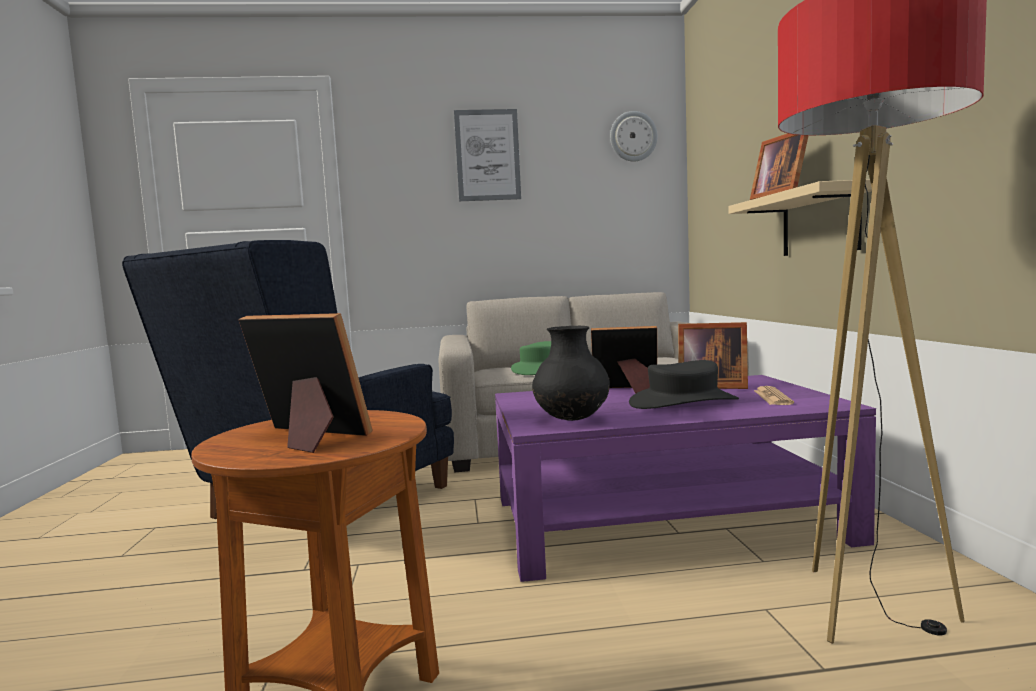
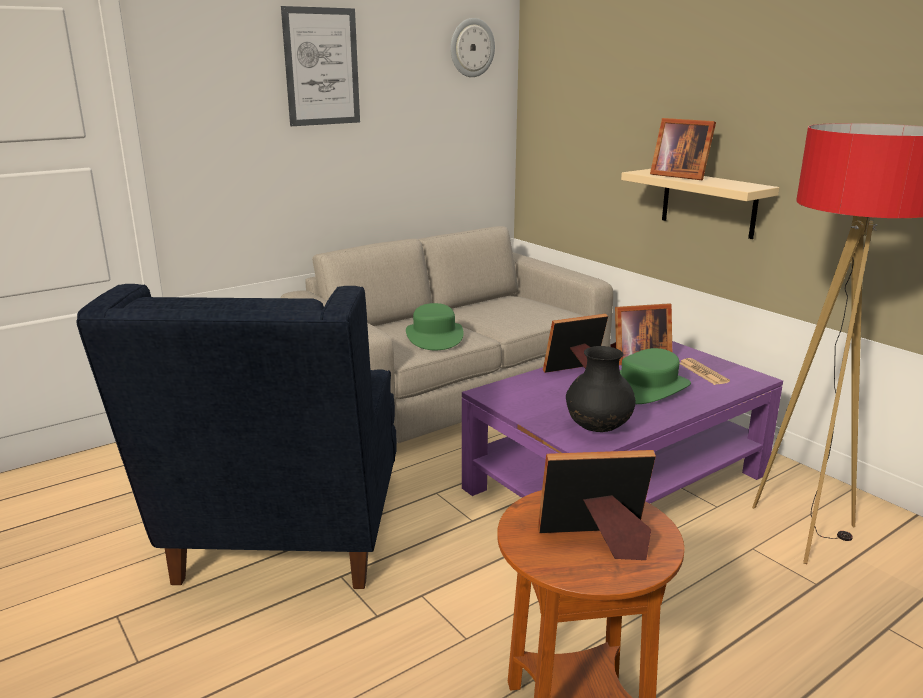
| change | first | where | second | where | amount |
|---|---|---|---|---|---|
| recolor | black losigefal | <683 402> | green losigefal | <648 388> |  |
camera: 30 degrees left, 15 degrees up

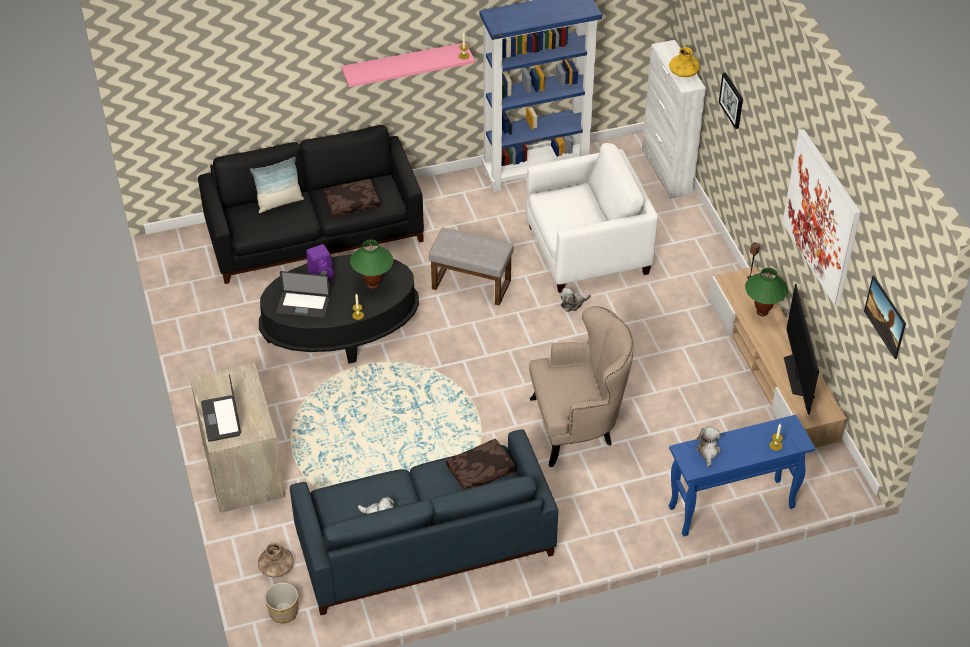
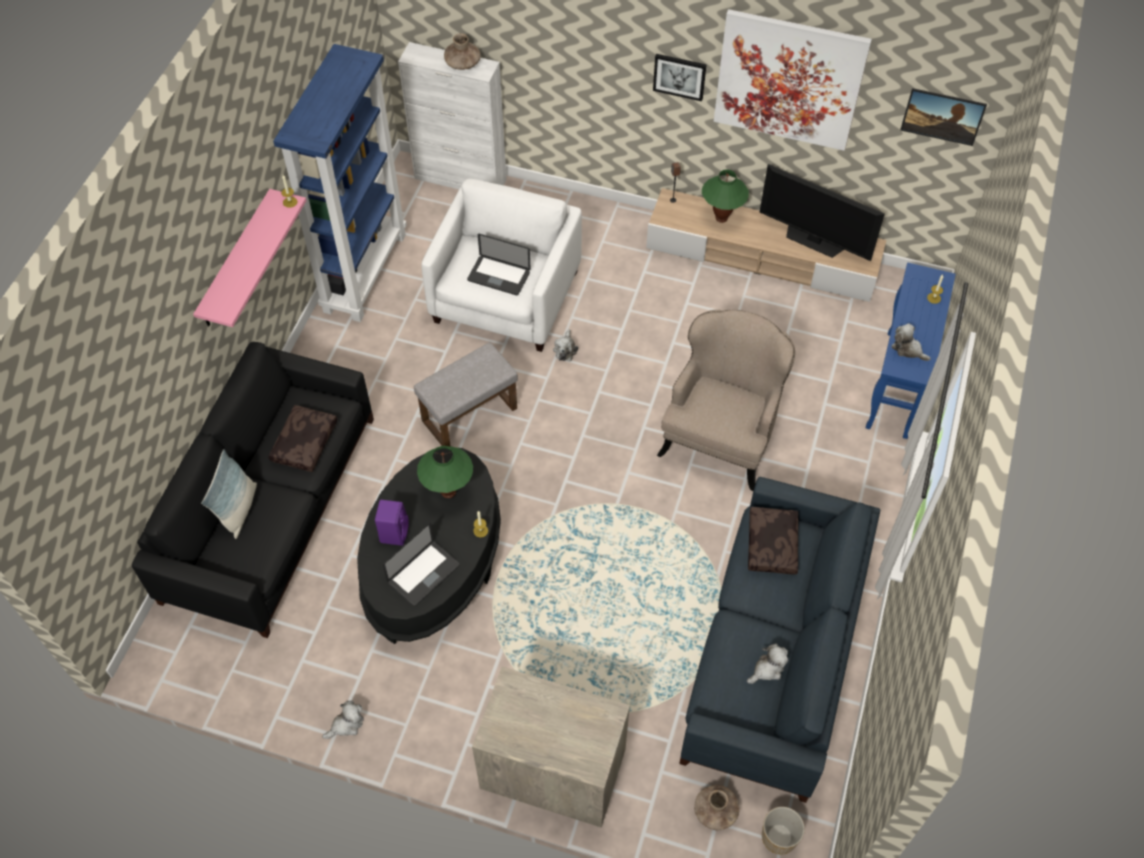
| change | first | where | second | where | amount |
|---|---|---|---|---|---|
| recolor | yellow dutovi | <683 72> | brown dutovi | <463 63> |  |
| move | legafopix | <732 100> |  | <679 76> |  |
| move | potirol | <221 419> |  | <498 276> |  |
| insert |  |  | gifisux | <346 724> |  |
camera: 55 degrees left, 10 degrees up

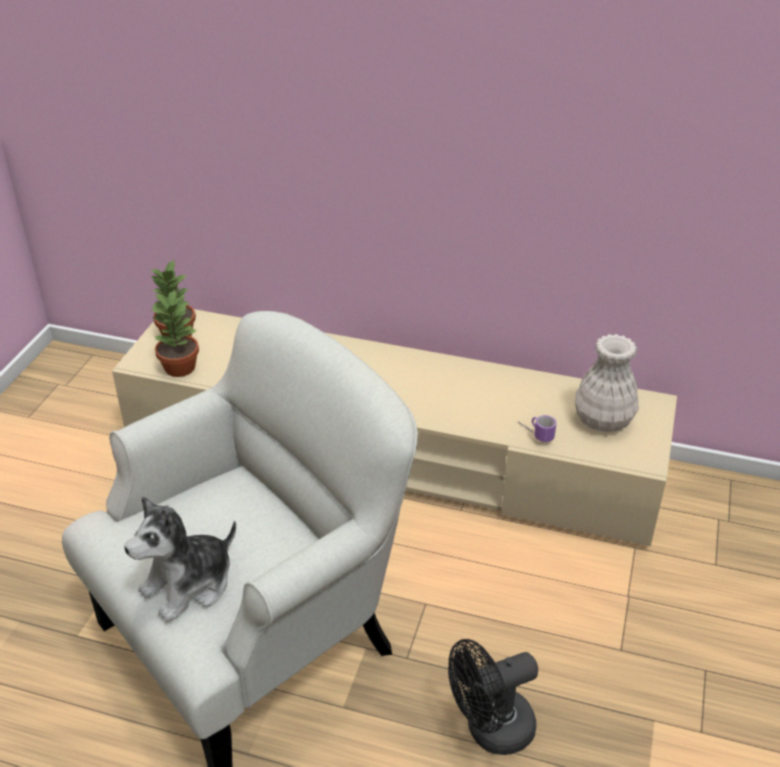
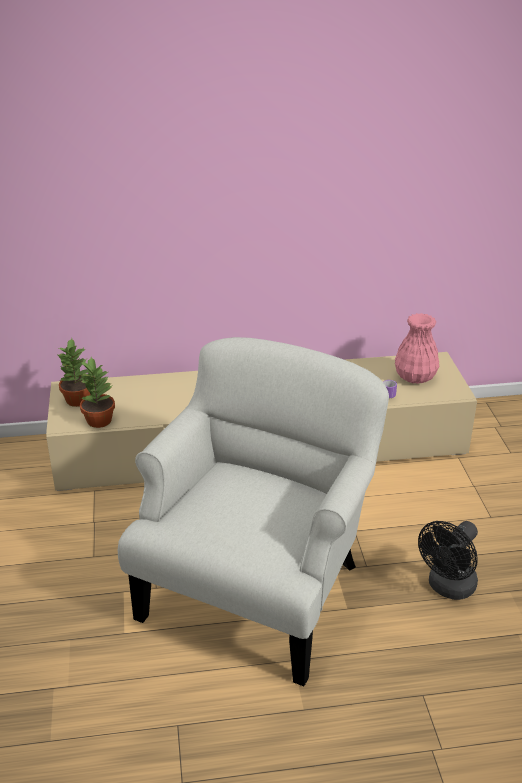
| change | first | where | second | where | amount |
|---|---|---|---|---|---|
| recolor | white dutovi | <603 420> | pink dutovi | <415 377> |  |
| delete | gifisux | <189 585> |  |  |  |
camera: 25 degrees left, 5 degrees down

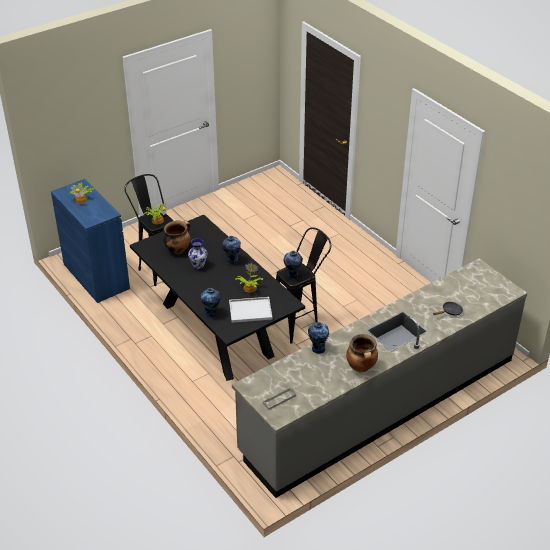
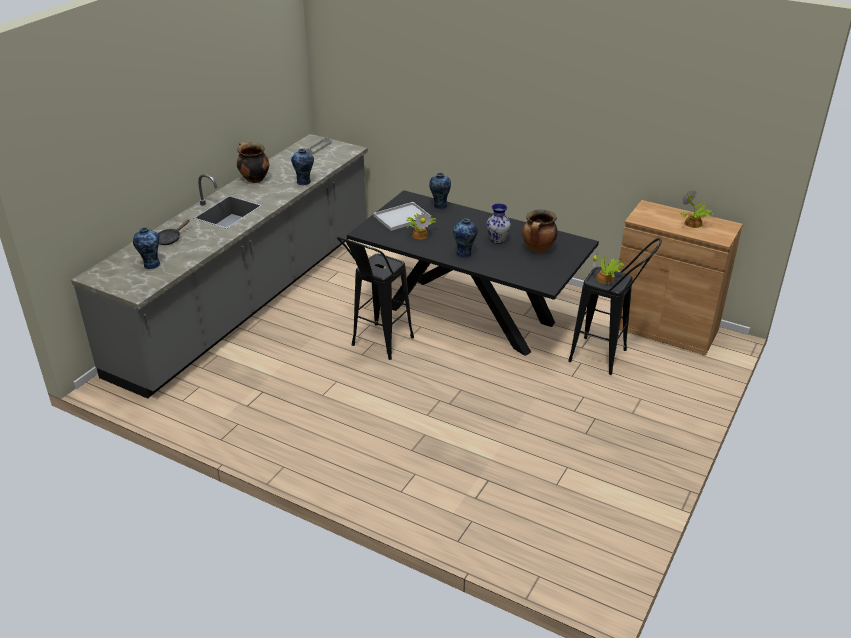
| change | first | where | second | where | amount |
|---|---|---|---|---|---|
| recolor | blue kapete | <96 276> | brown kapete | <664 328> |  |
| move | dutovi | <292 276> |  | <151 264> |  |
camera: 155 degrees right, 5 degrees down

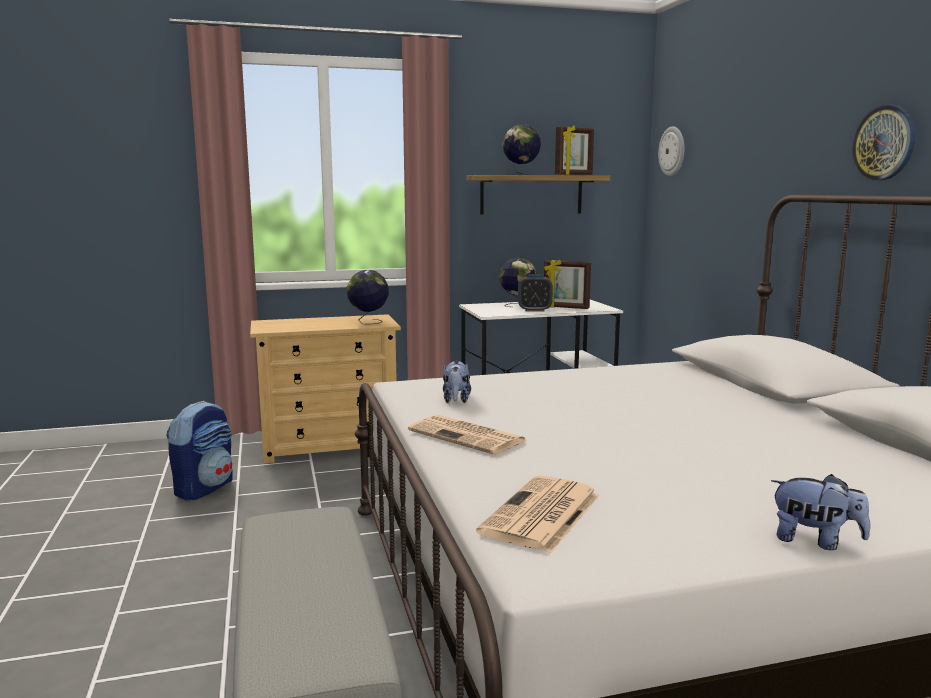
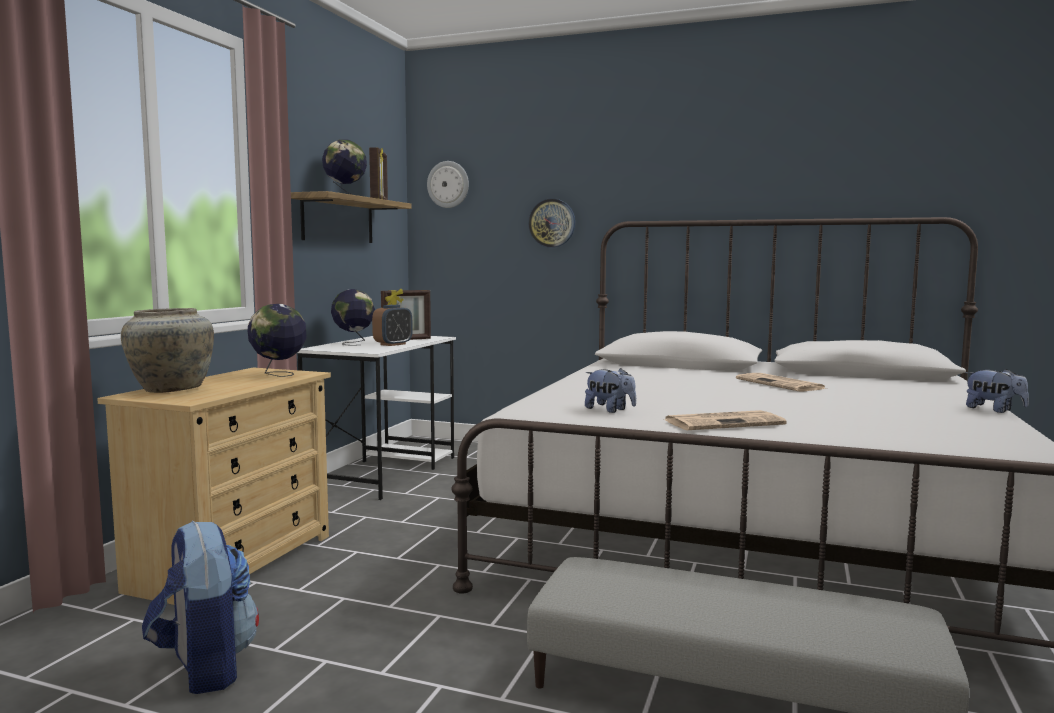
| change | first | where | second | where | amount |
|---|---|---|---|---|---|
| move | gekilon | <884 143> |  | <552 223> |  |
| rotate | gifisux | <815 541> |  | <994 410> | 75 degrees clockwise |
| move | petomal | <542 515> |  | <781 384> |  |
| insert |  |  | beige dutovi | <171 389> |  |
camera: 55 degrees left, 5 degrees down

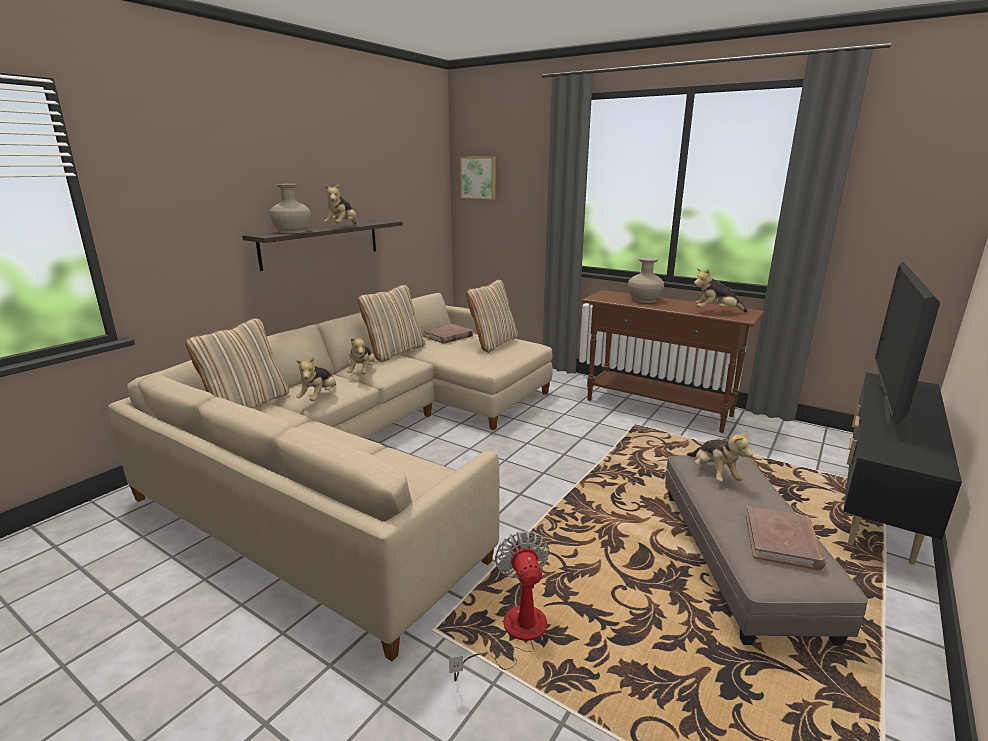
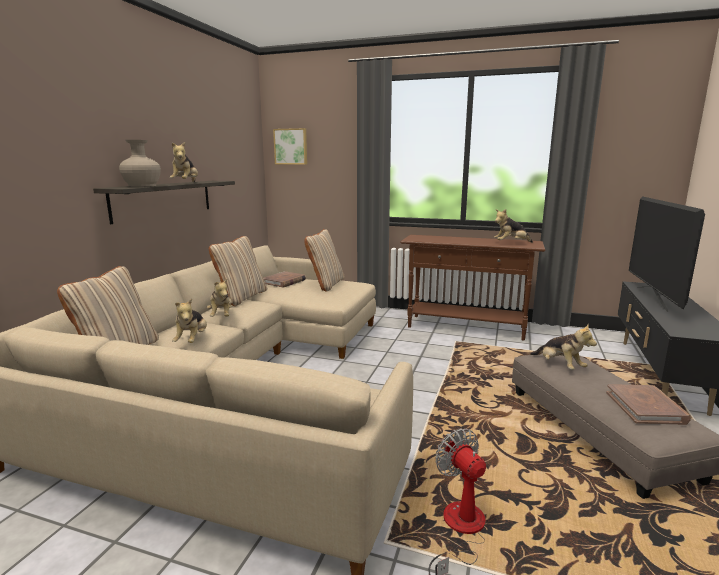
| change | first | where | second | where | amount |
|---|---|---|---|---|---|
| delete | beige dutovi | <644 300> |  |  |  |
camera: 15 degrees left, 5 degrees down

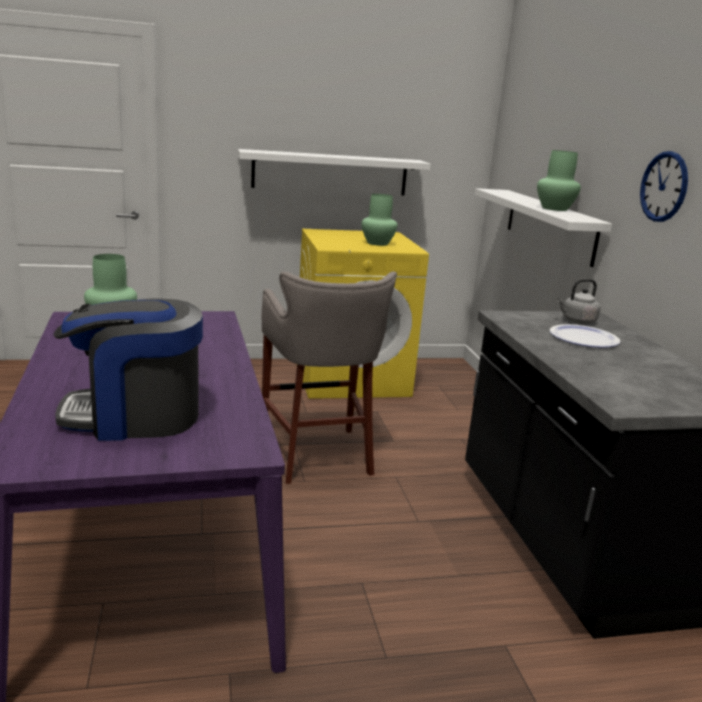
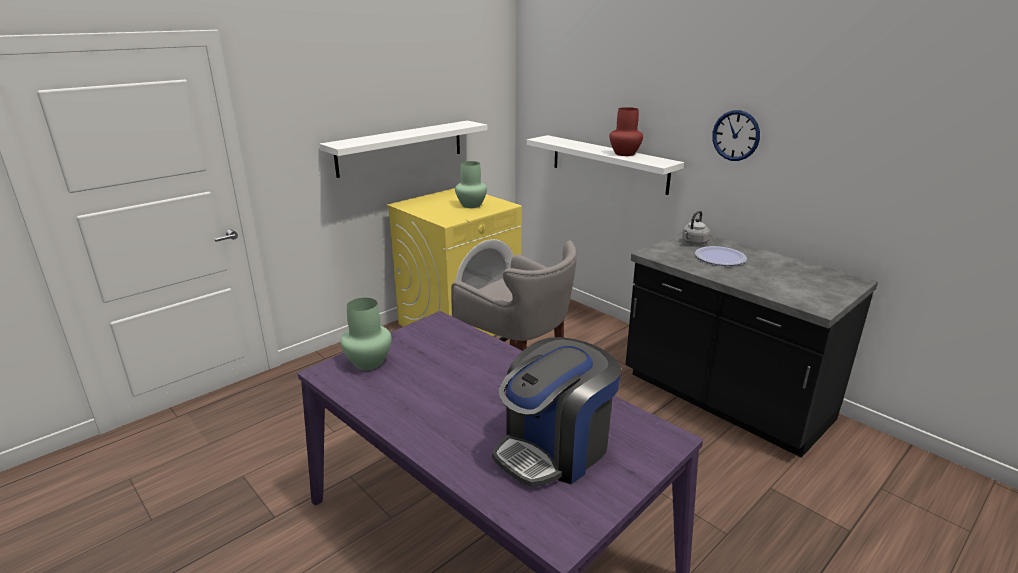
| change | first | where | second | where | amount |
|---|---|---|---|---|---|
| recolor | green dutovi | <554 208> | red dutovi | <624 153> |  |
camera: 30 degrees left, 5 degrees up

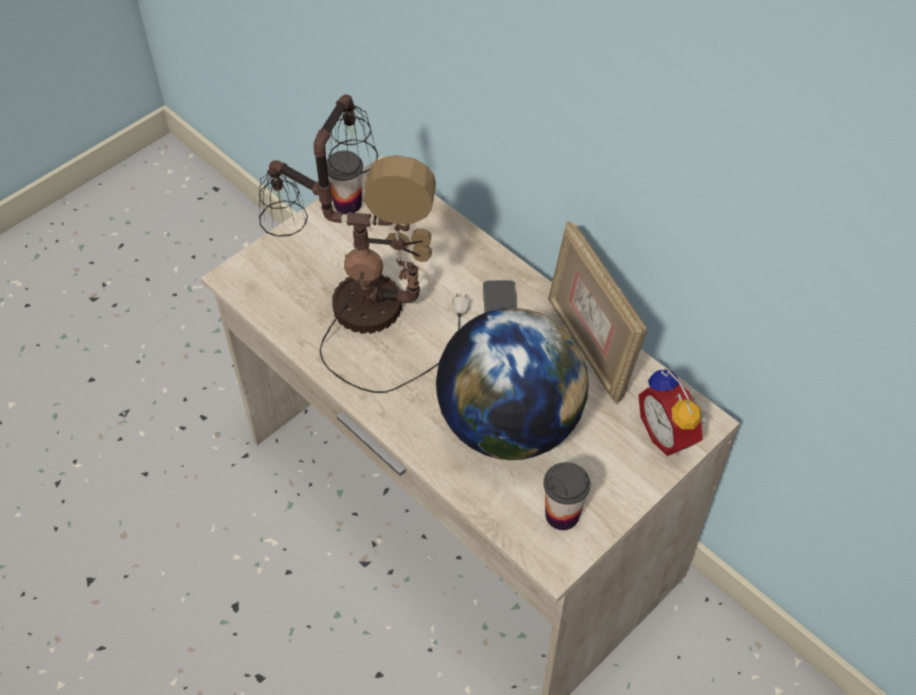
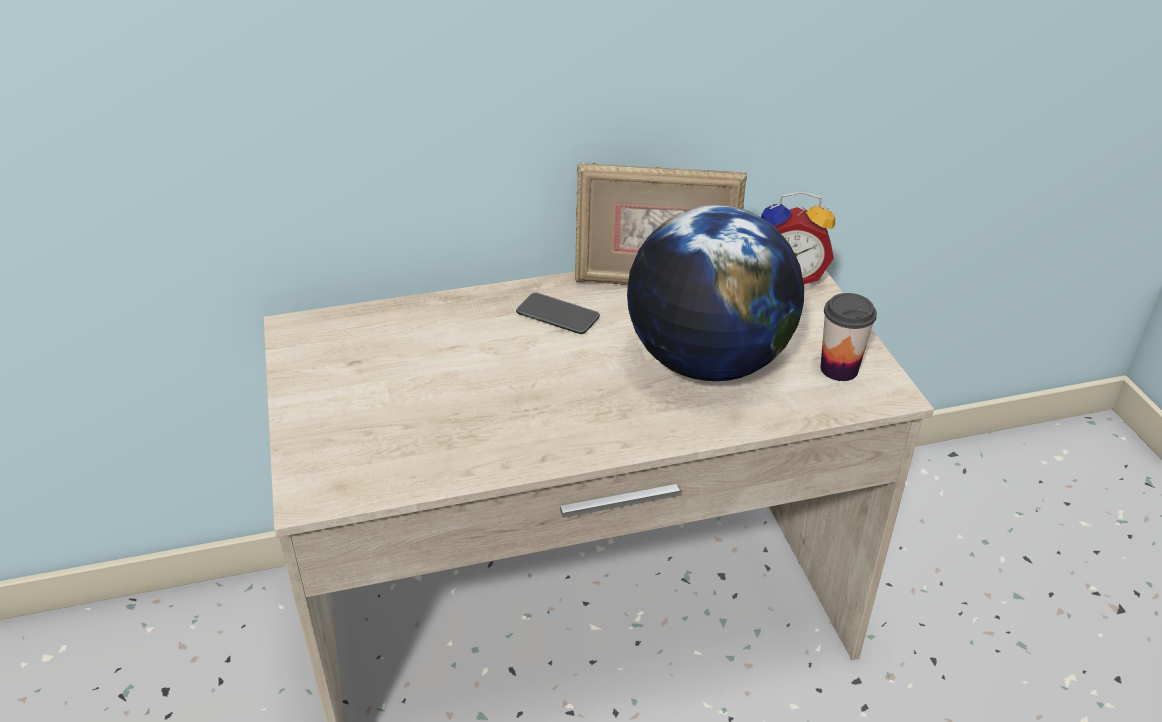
| change | first | where | second | where | amount |
|---|---|---|---|---|---|
| delete | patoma | <364 303> |  |  |  |
| delete | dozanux | <348 204> |  |  |  |
camera: 60 degrees left, 15 degrees down

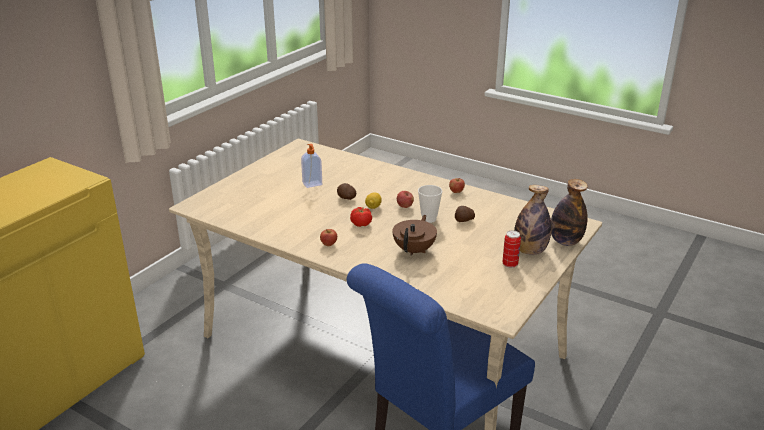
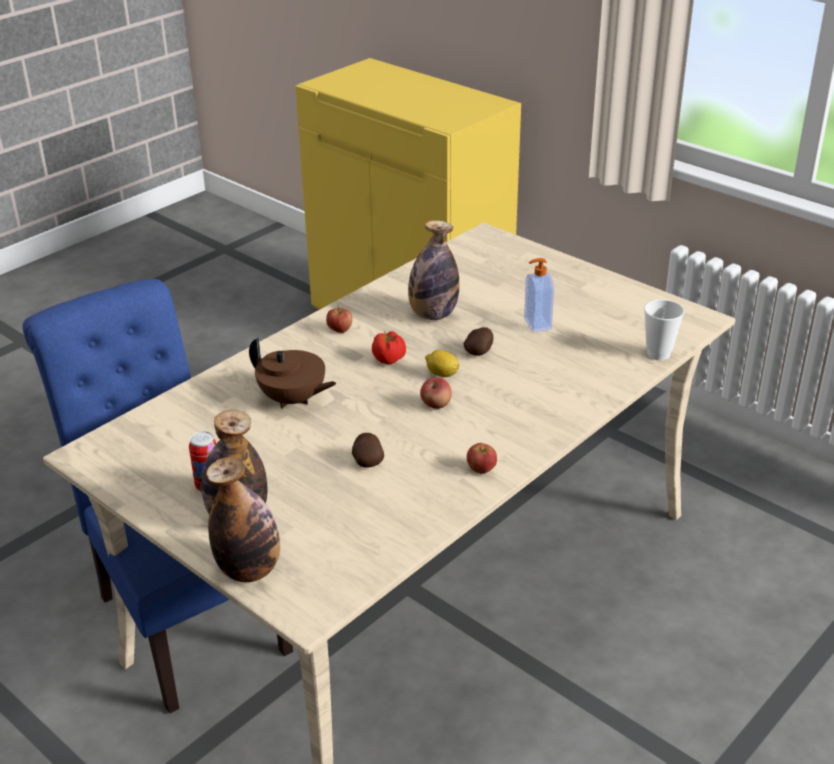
| change | first | where | second | where | amount |
|---|---|---|---|---|---|
| move | dozanux | <429 219> |  | <658 354> |  |
| insert |  |  | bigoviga | <433 315> |  |
camera: 100 degrees right, 5 degrees up

